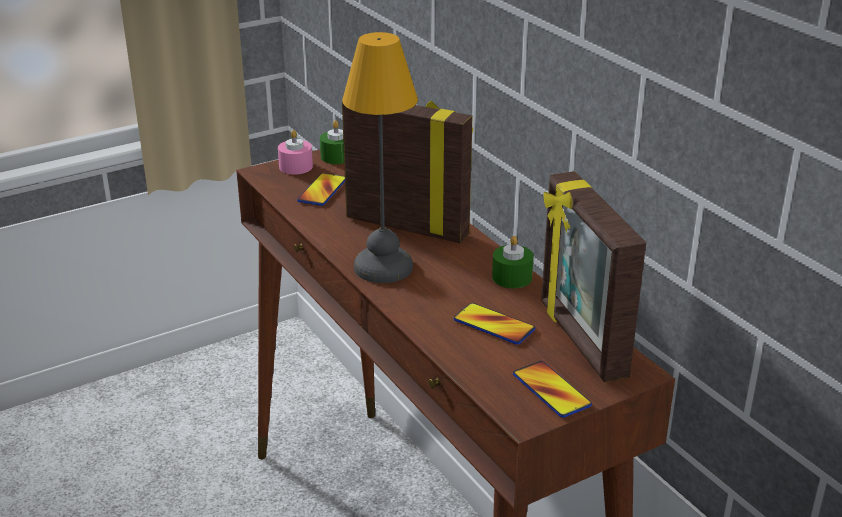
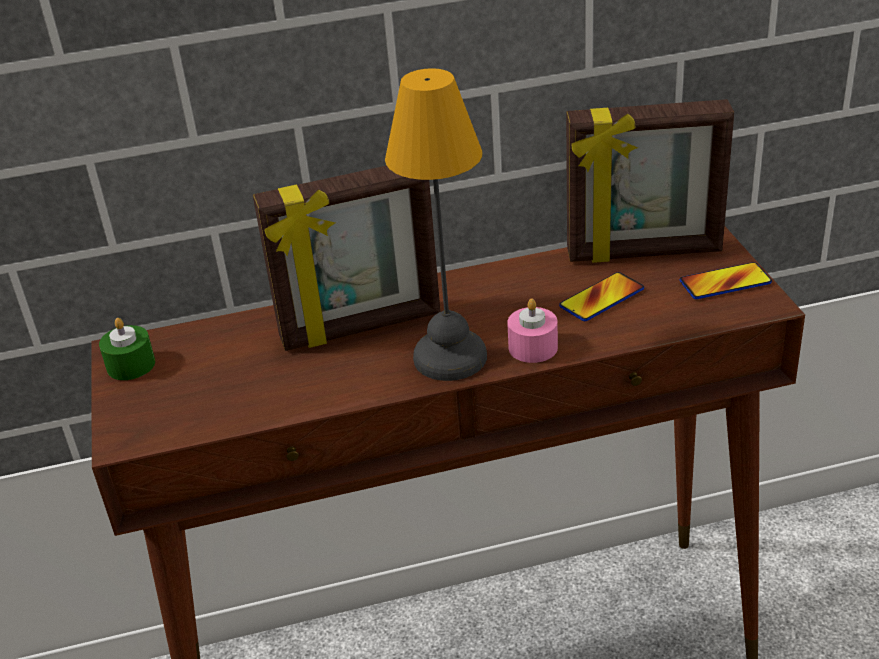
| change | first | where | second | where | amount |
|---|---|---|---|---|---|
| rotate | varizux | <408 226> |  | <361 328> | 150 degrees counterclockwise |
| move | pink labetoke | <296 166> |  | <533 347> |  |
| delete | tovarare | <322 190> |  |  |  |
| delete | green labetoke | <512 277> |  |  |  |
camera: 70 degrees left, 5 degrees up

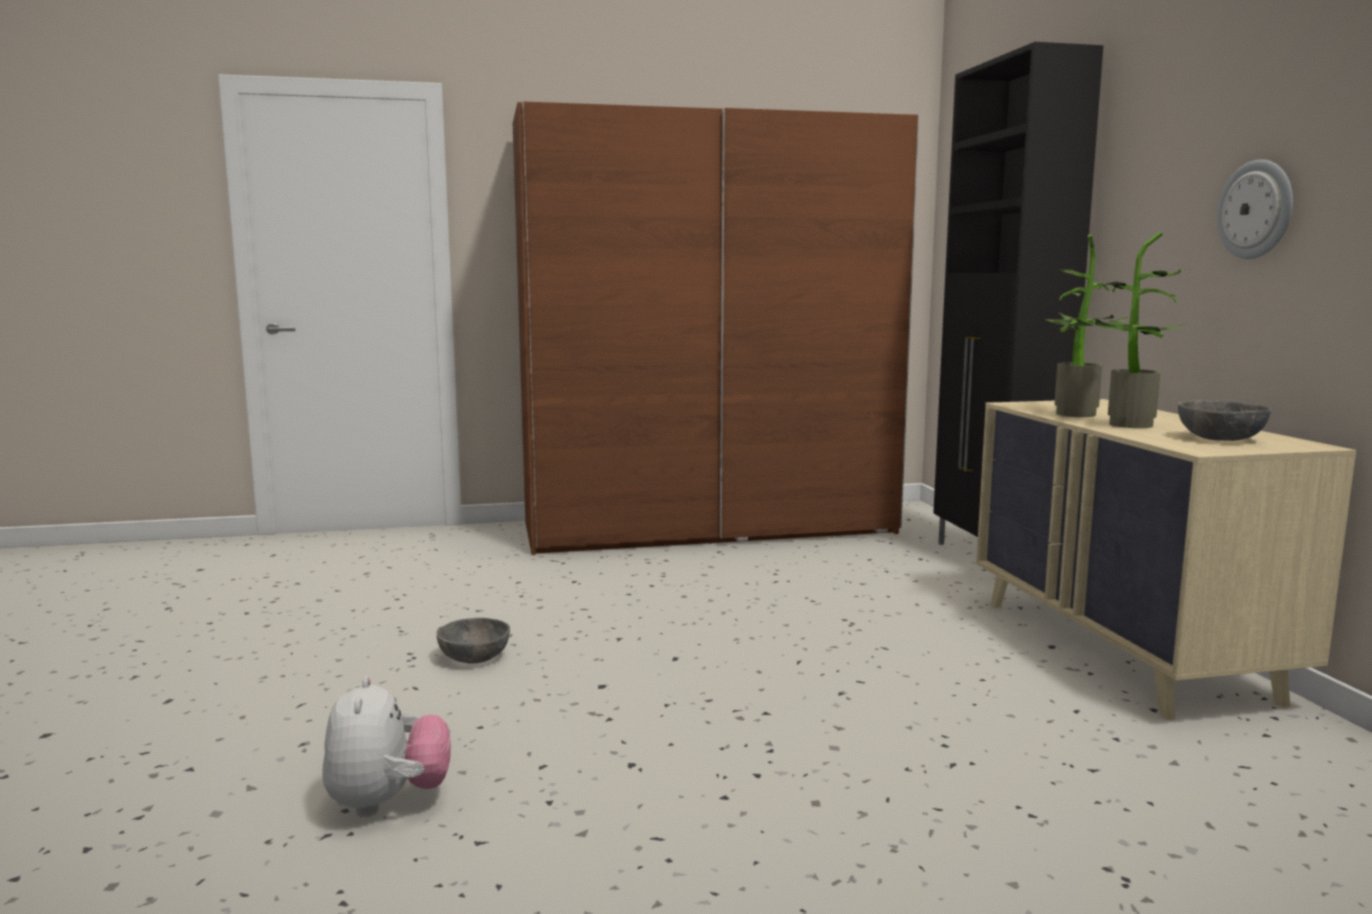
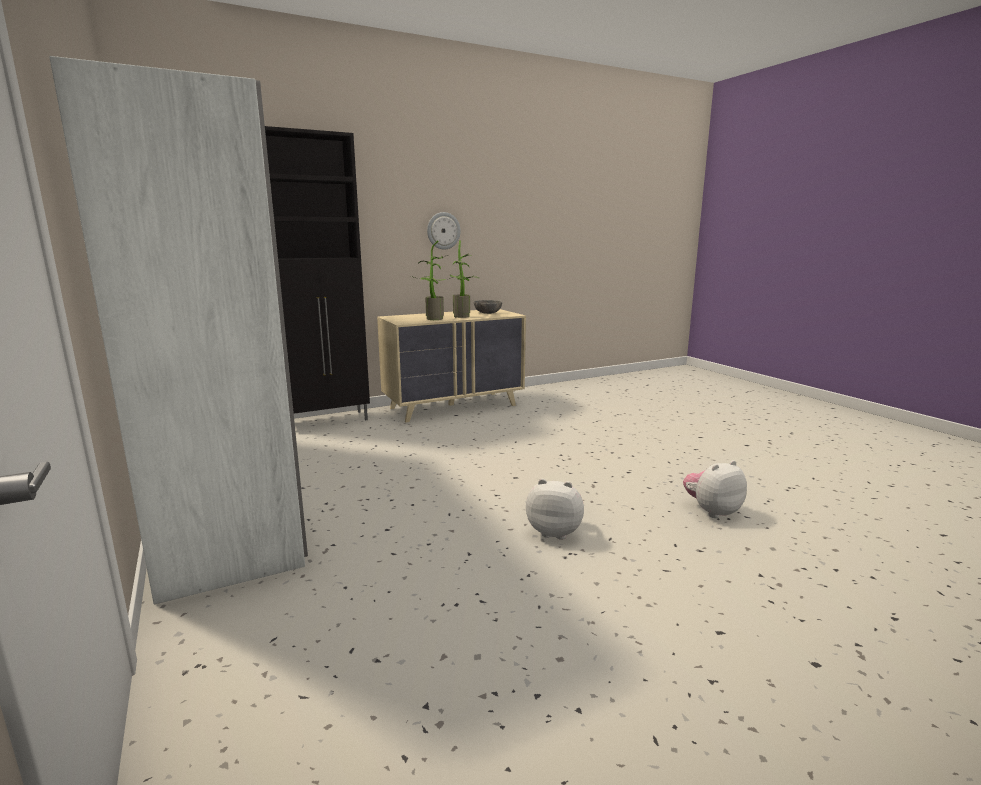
| change | first | where | second | where | amount |
|---|---|---|---|---|---|
| recolor | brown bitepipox | <709 528> | white bitepipox | <225 498> |  |
| replace | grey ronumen | <474 657> | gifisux | <554 532> |  |
camera: 105 degrees left, 5 degrees up

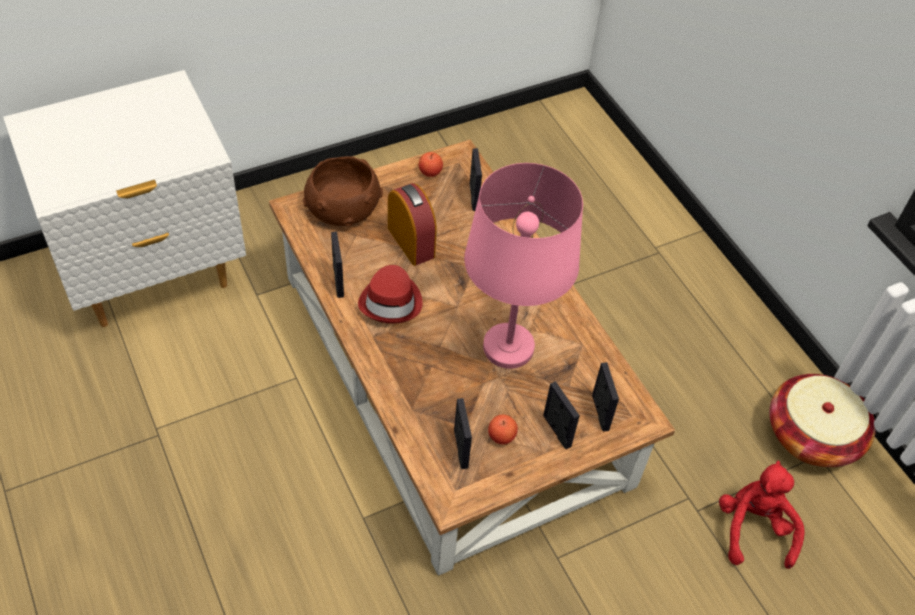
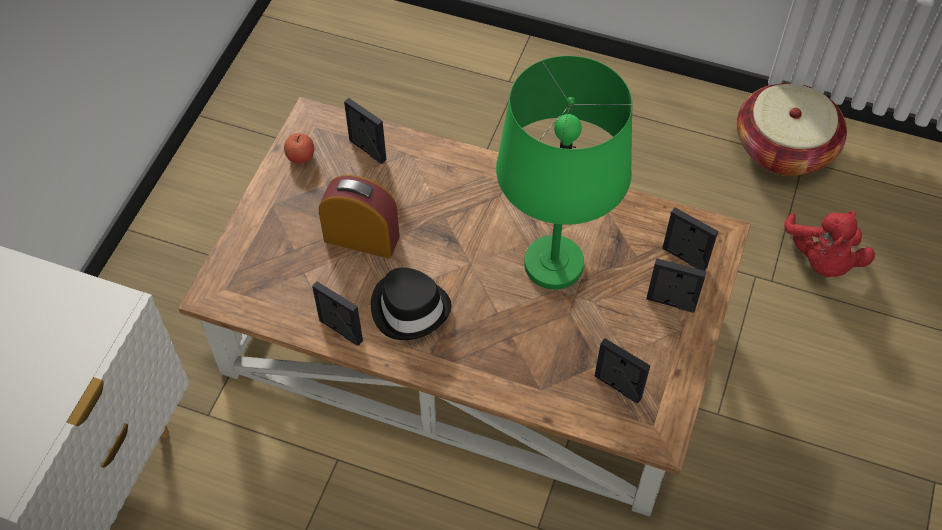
| change | first | where | second | where | amount |
|---|---|---|---|---|---|
| delete | brown ronumen | <343 208> |  |  |  |
| recolor | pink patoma | <508 347> | green patoma | <553 263> |  |
| recolor | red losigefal | <391 301> | black losigefal | <410 308> |  |
| delete | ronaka | <501 436> |  |  |  |
| rotate | red gifisux | <753 528> |  | <822 259> | 135 degrees counterclockwise |
camera: 40 degrees left, 5 degrees up

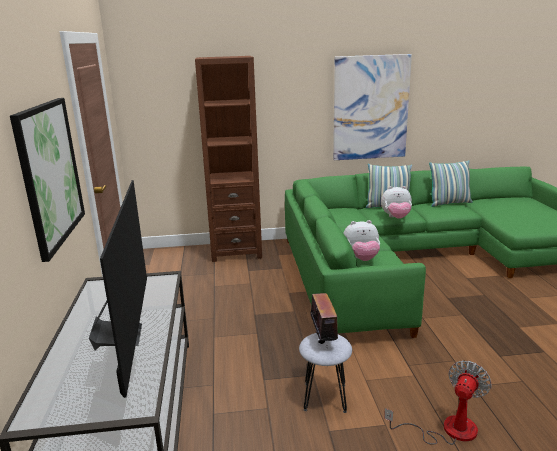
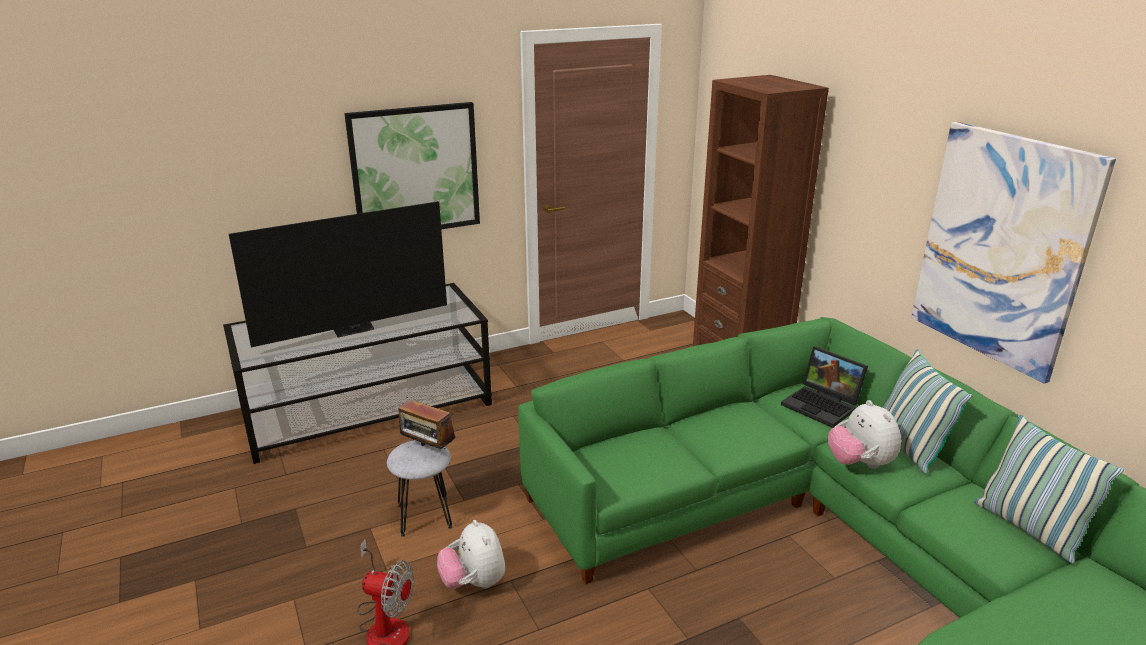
| change | first | where | second | where | amount |
|---|---|---|---|---|---|
| move | gifisux | <361 259> |  | <474 583> |  |
| rotate | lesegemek | <324 338> |  | <428 450> | 60 degrees clockwise |
| insert |  |  | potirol | <823 405> |  |
camera: 70 degrees right, 5 degrees up

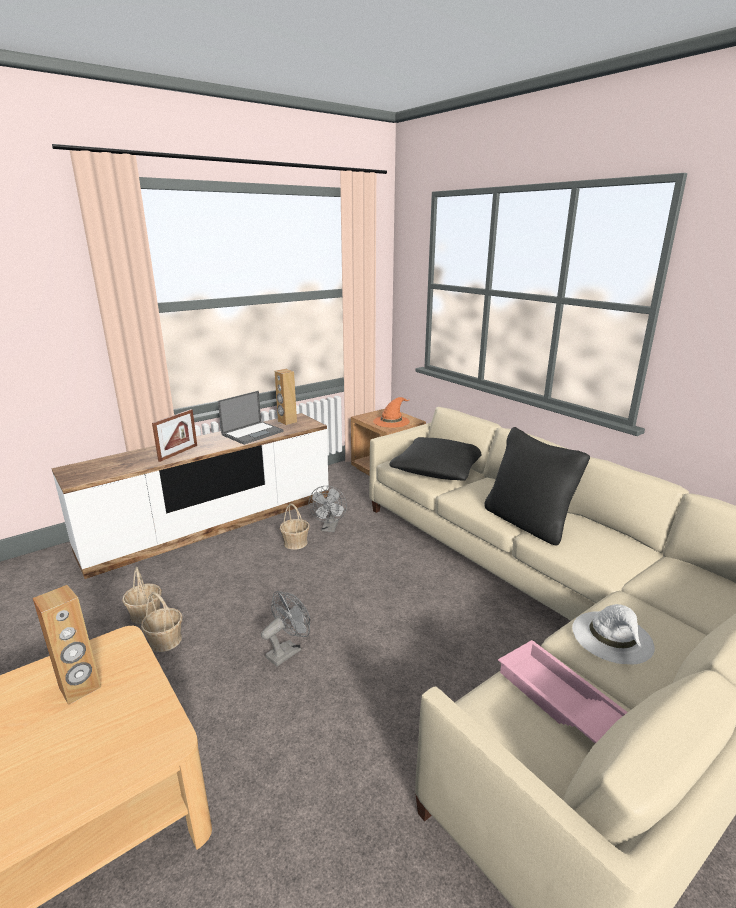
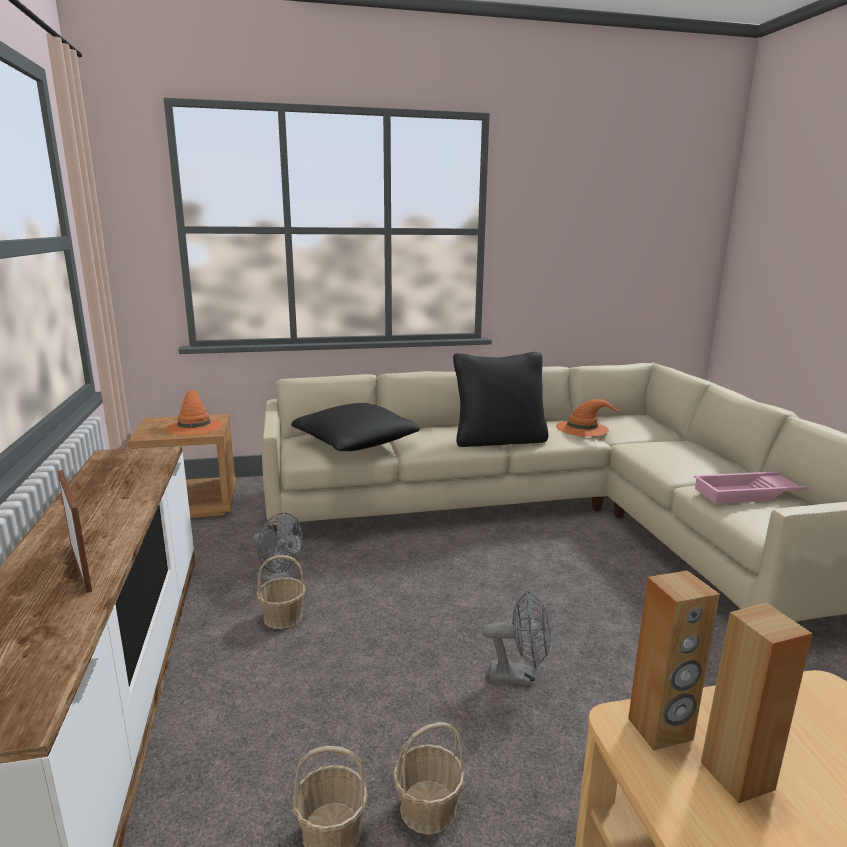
| change | first | where | second | where | amount |
|---|---|---|---|---|---|
| move | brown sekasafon | <287 422> |  | <660 730> |  |
| delete | potirol | <253 433> |  |  |  |
| rotate | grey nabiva | <287 651> |  | <519 676> | 120 degrees clockwise |
| delete | white losigefal | <613 637> |  |  |  |
| insert |  |  | orange losigefal | <583 428> |  |
camera: 65 degrees left, 5 degrees down

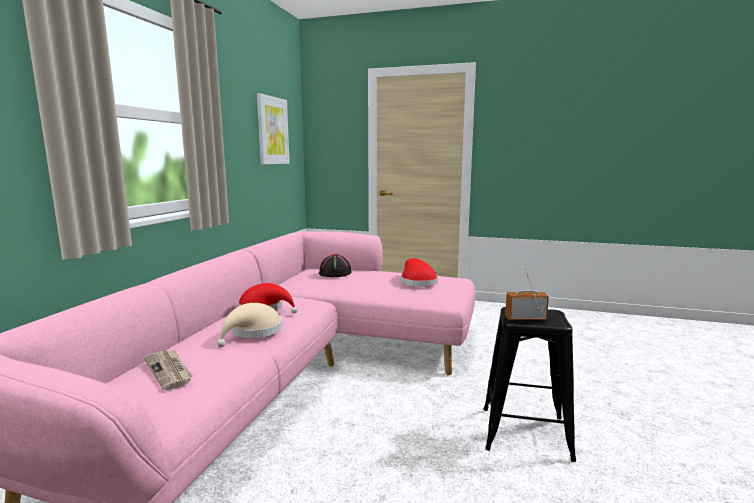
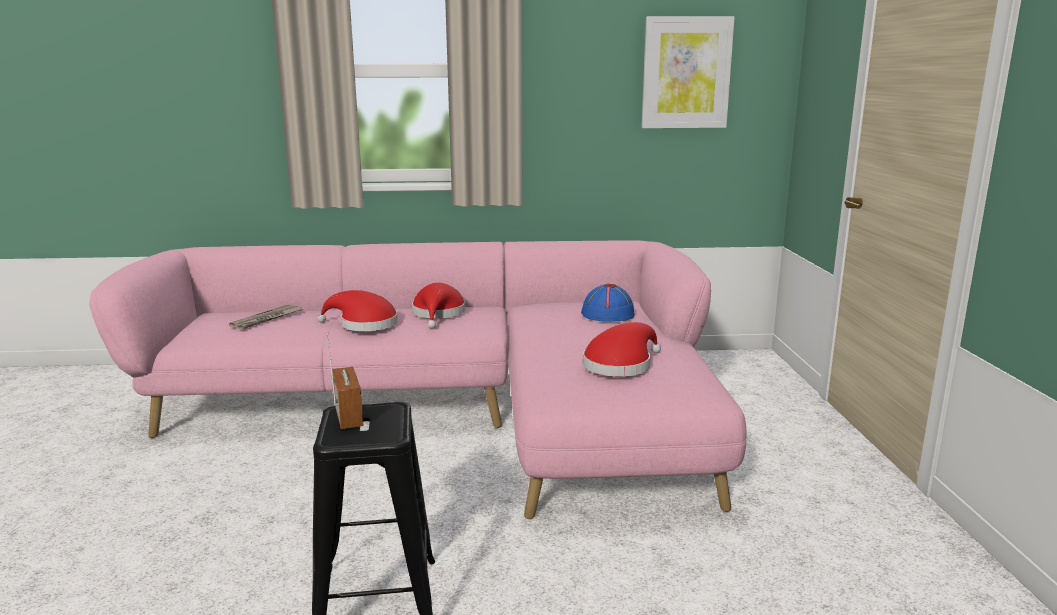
| change | first | where | second | where | amount |
|---|---|---|---|---|---|
| recolor | black losigefal | <335 273> | blue losigefal | <607 314> |  |
| recolor | beige losigefal | <253 332> | red losigefal | <364 324> |  |
camera: 70 degrees right, 5 degrees up

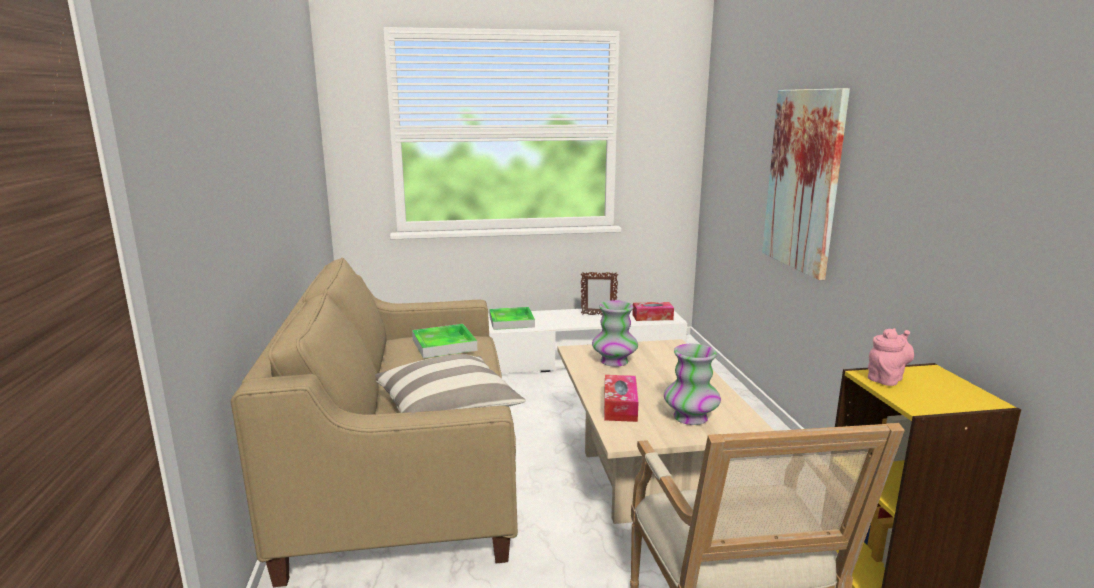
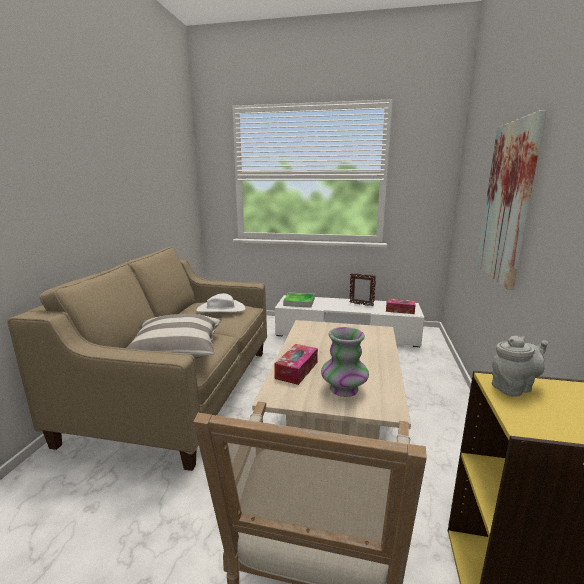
| change | first | where | second | where | amount |
|---|---|---|---|---|---|
| delete | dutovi | <614 361> |  |  |  |
| replace | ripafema | <444 345> | white losigefal | <221 309> |  |
| recolor | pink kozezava | <886 378> | grey kozezava | <513 387> |  |
camera: 20 degrees right, 0 degrees up

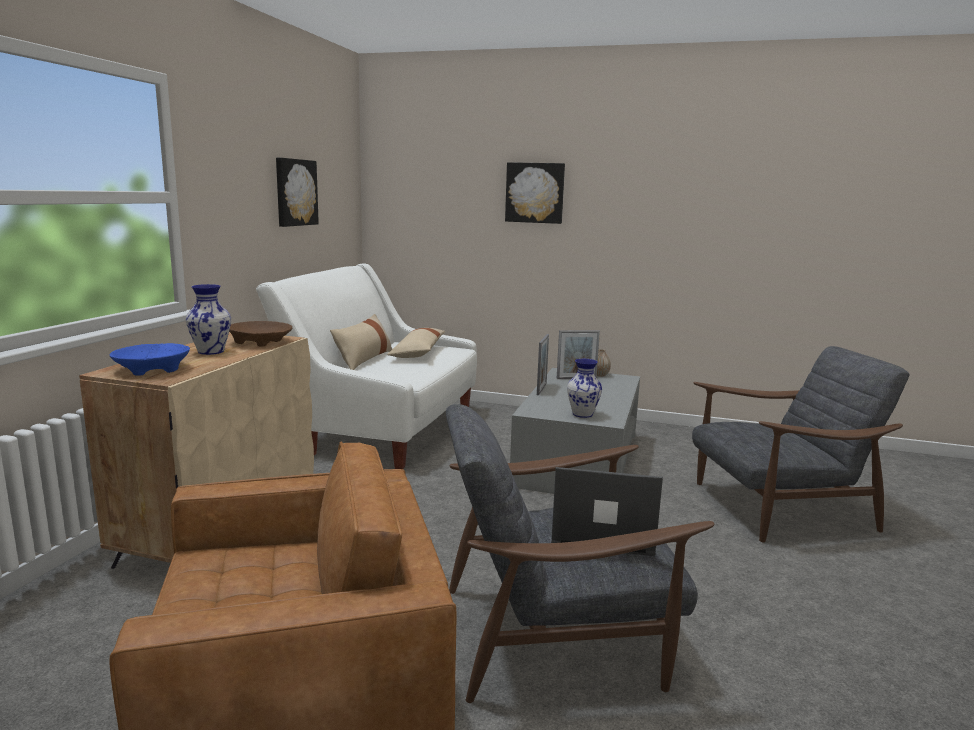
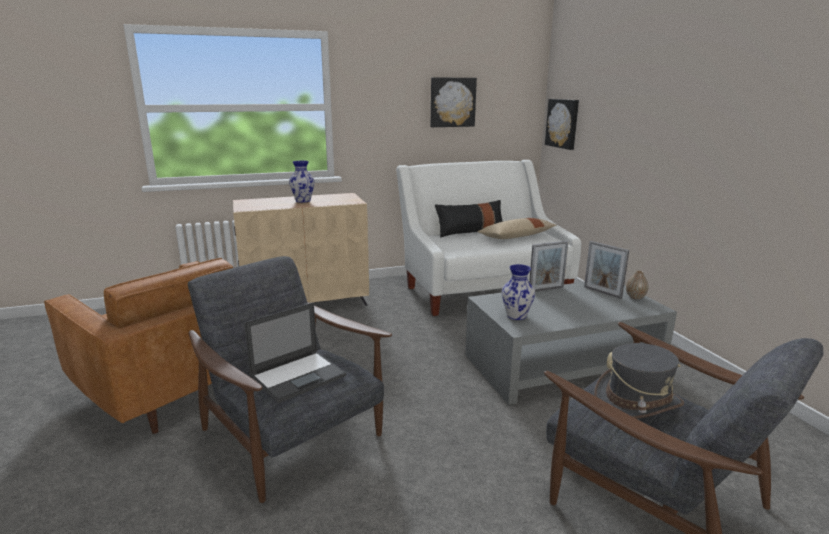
| change | first | where | second | where | amount |
|---|---|---|---|---|---|
| move | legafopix | <535 193> |  | <563 123> |  |
| recolor | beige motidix | <364 359> | black motidix | <470 232> |  |
| delete | brown ronumen | <261 342> |  |  |  |
| delete | blue ronumen | <152 369> |  |  |  |
| rotate | potirol | <601 531> |  | <299 375> | 75 degrees clockwise |
| insert |  |  | grey losigefal | <637 402> |  |
camera: 55 degrees right, 5 degrees up

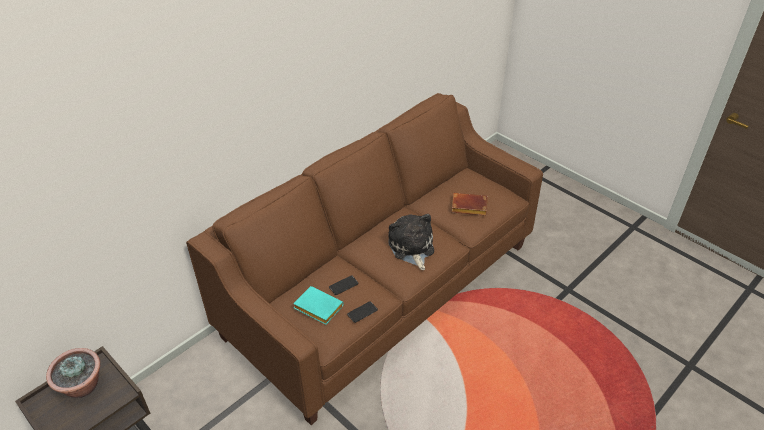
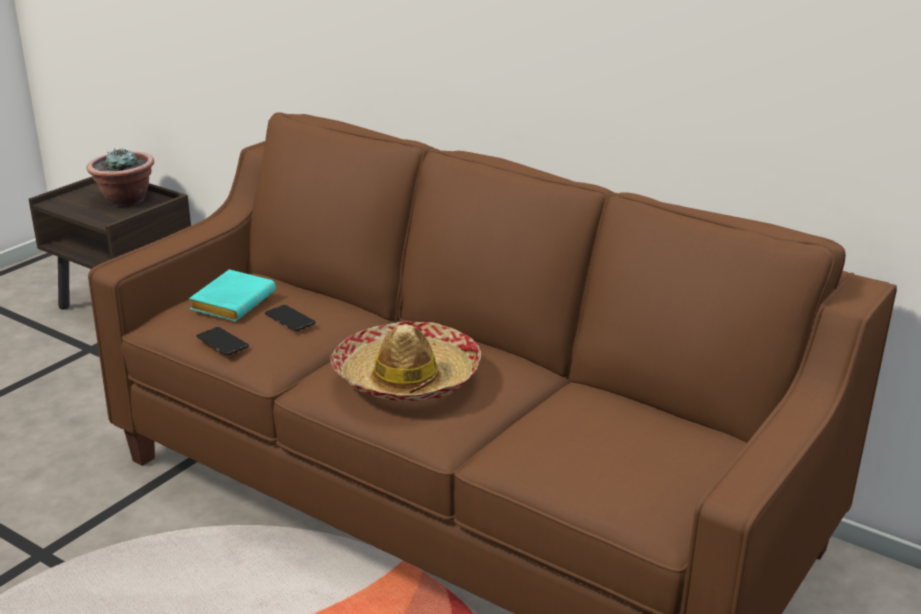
| change | first | where | second | where | amount |
|---|---|---|---|---|---|
| delete | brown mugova | <468 207> |  |  |  |
| replace | gifisux | <411 248> | losigefal | <407 377> |  |
camera: 80 degrees right, 15 degrees down

